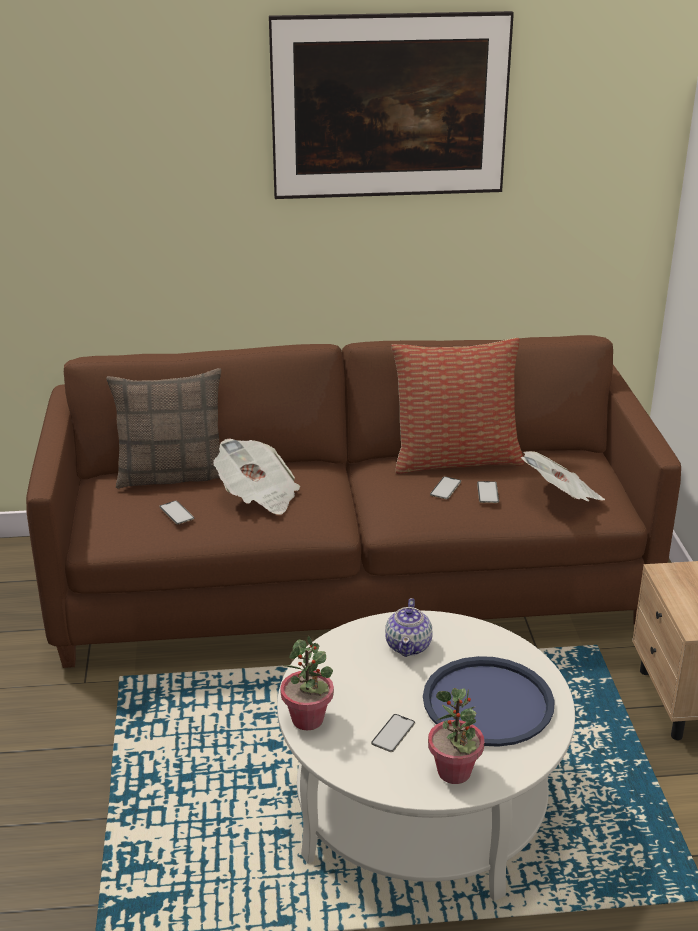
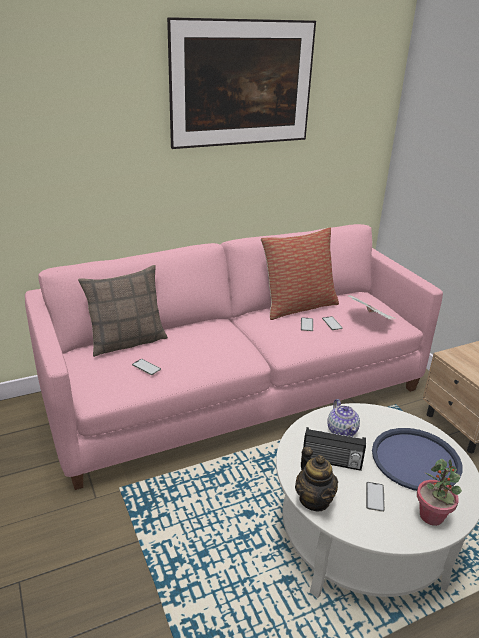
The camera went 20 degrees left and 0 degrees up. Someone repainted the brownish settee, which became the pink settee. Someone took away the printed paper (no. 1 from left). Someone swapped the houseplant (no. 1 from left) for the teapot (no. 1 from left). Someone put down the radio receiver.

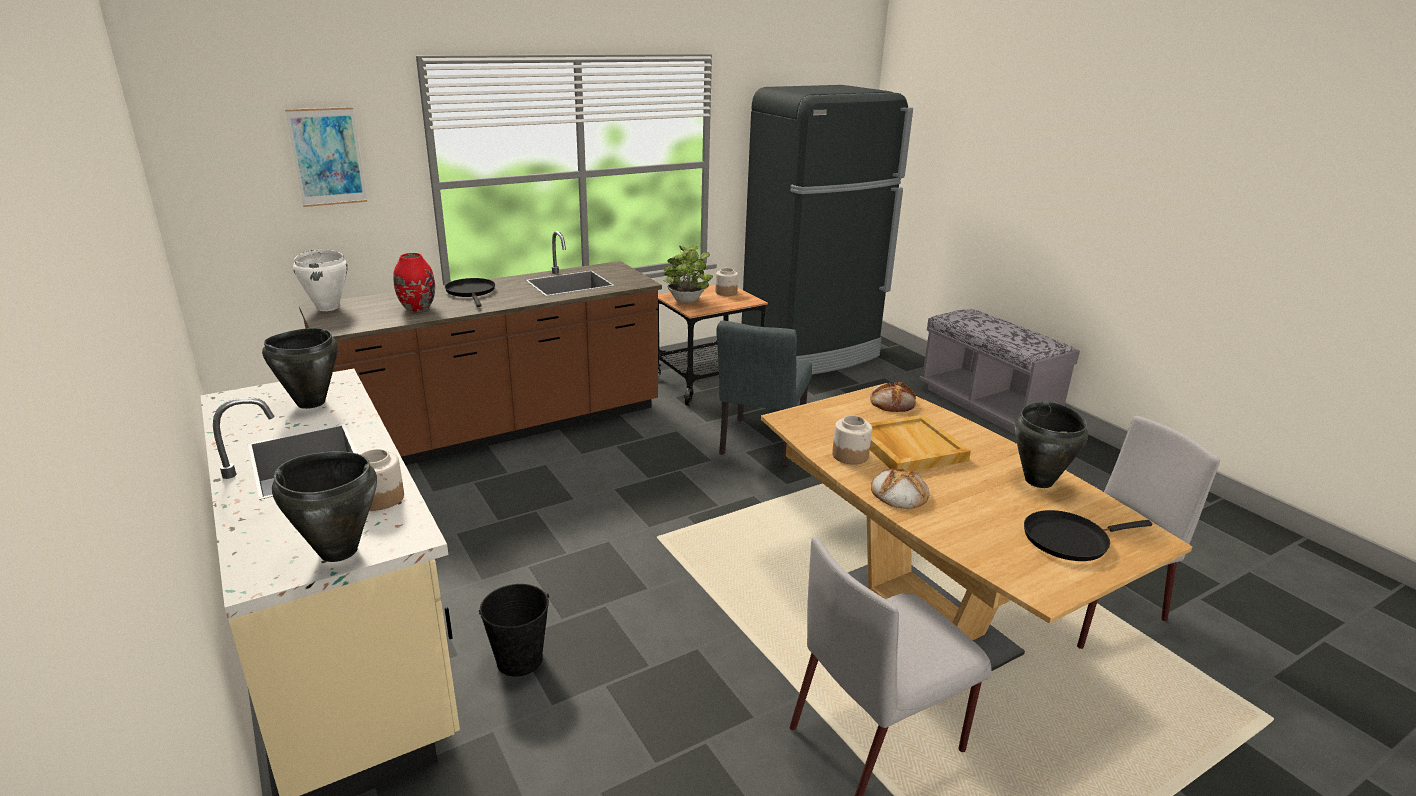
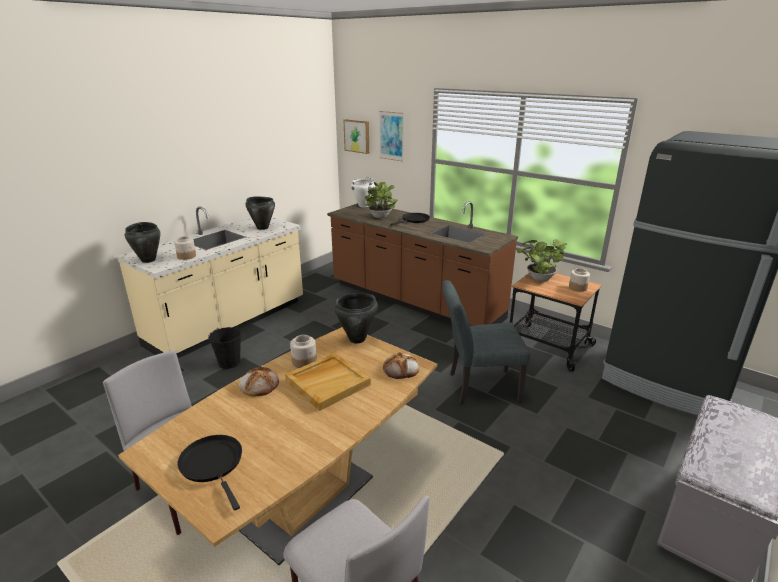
The camera went 70 degrees right and 0 degrees up. Someone swapped the reddish vase for the houseplant (no. 1 from left). Someone carried the black-coloured stockpot (no. 3 from left). Someone put up the wall picture (no. 1 from left).

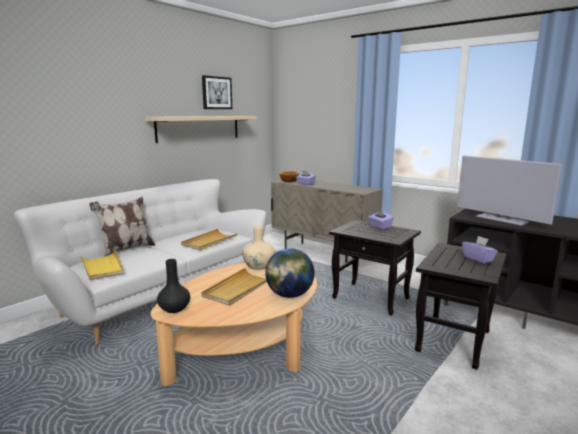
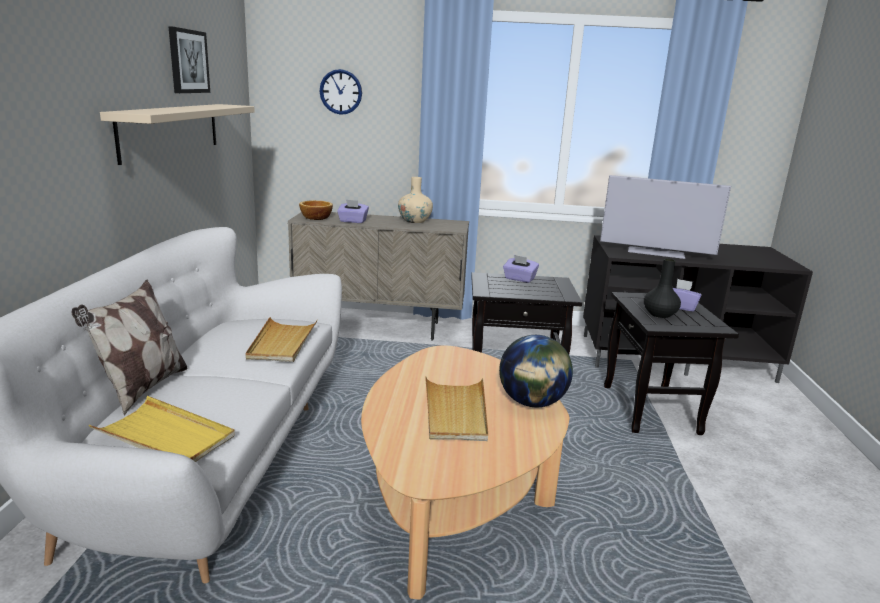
The camera went 35 degrees left and 5 degrees up. Someone carried the sand-coloured vase. Someone carried the black-coloured vase. Someone put up the hanging clock.

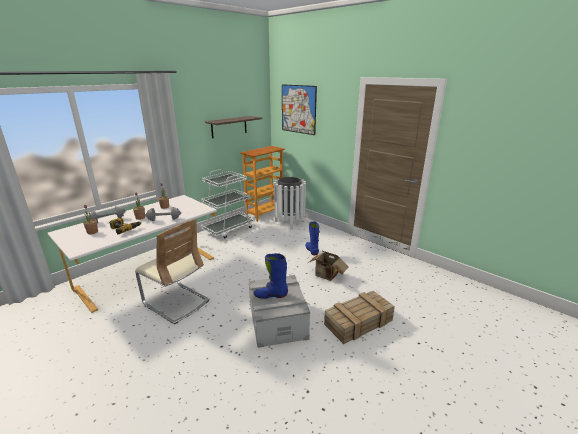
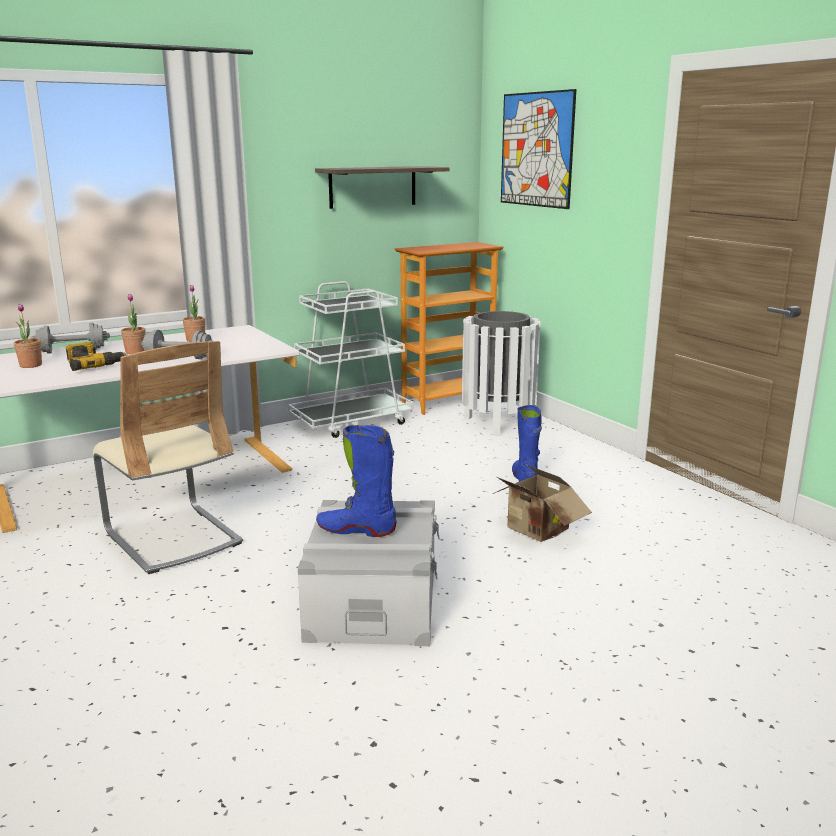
The camera went 15 degrees right and 5 degrees down. Someone took away the crate.

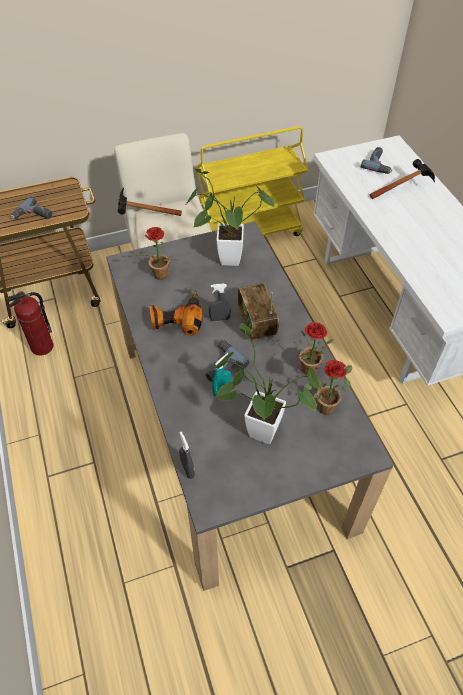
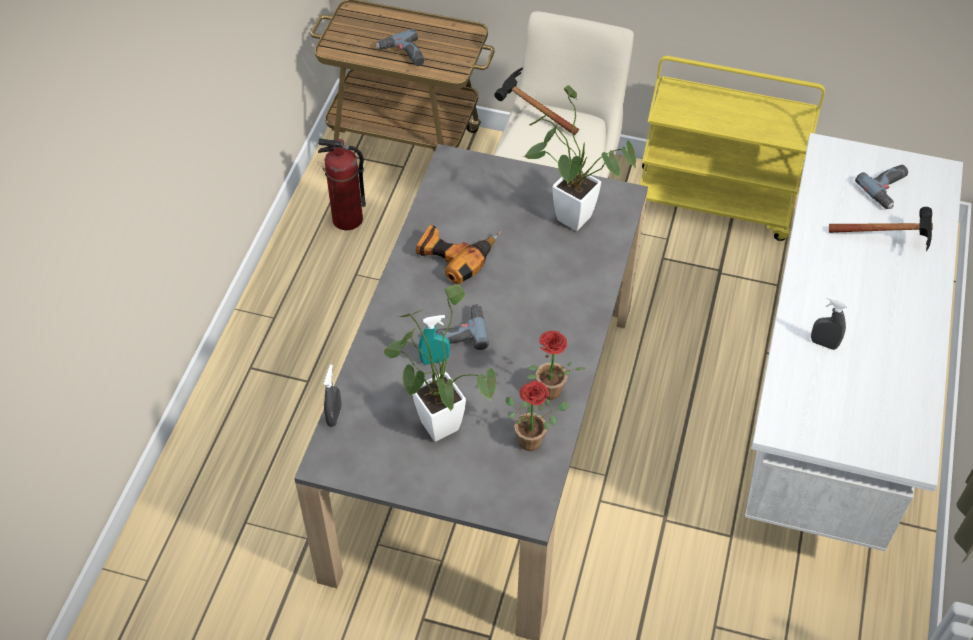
The camera went 35 degrees right and 0 degrees up. Someone took away the houseplant (no. 1 from left). Someone carried the gray sprayer (no. 2 from left). Someone took away the radio receiver.

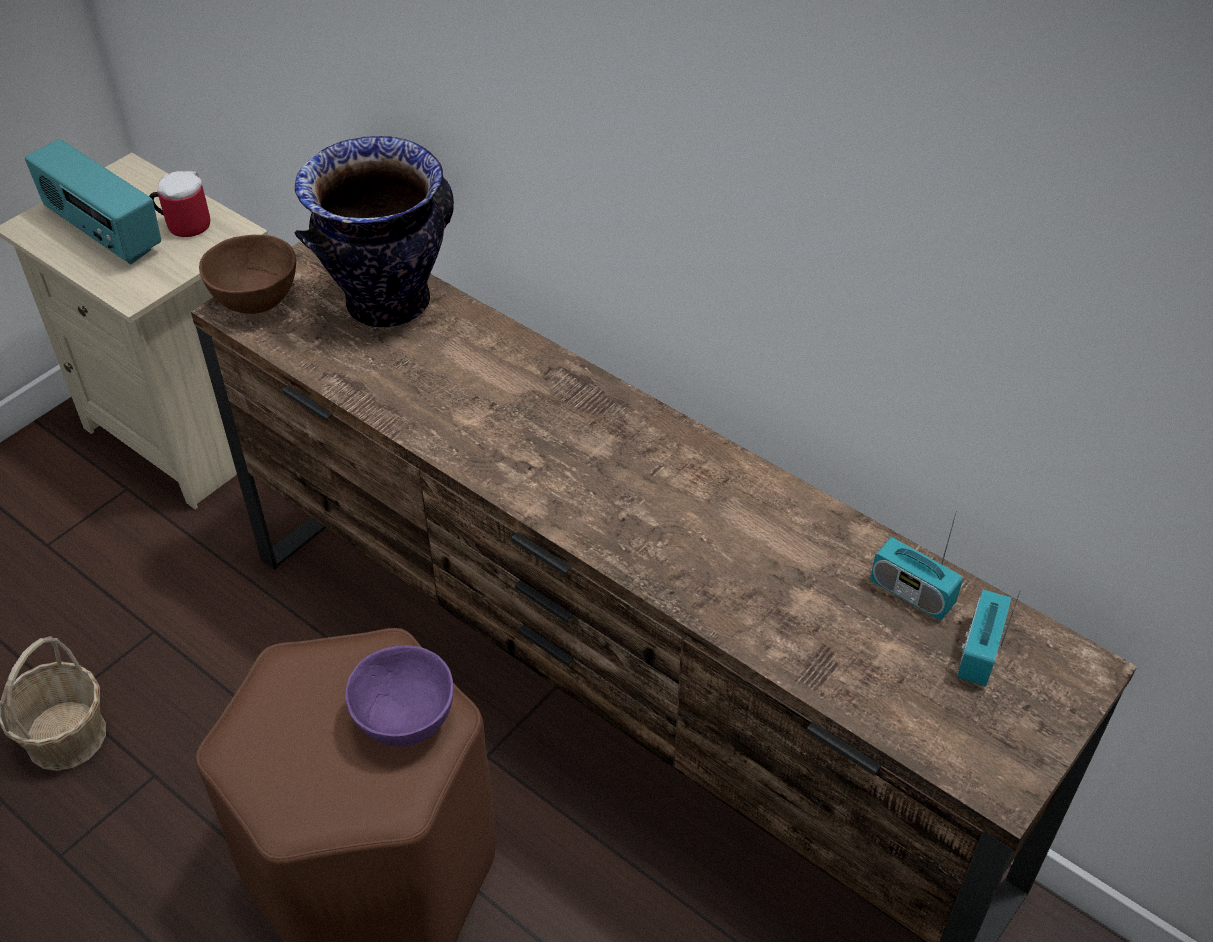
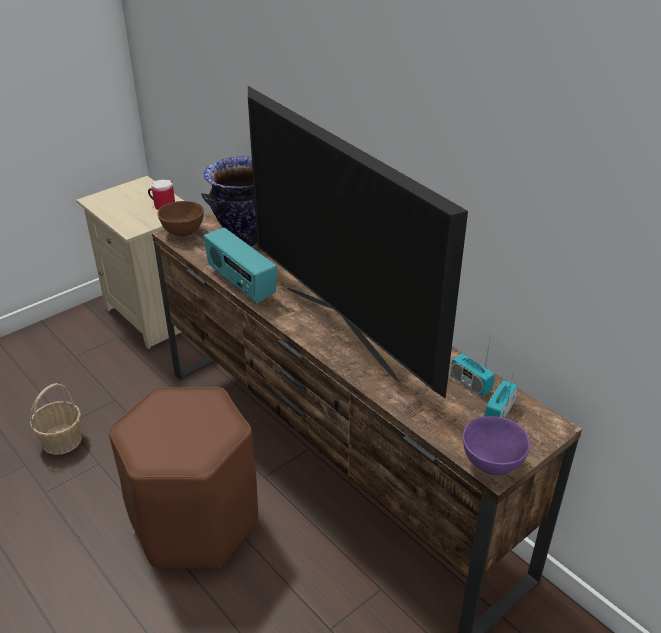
The camera went 10 degrees right and 10 degrees down. Someone carried the radio receiver (no. 1 from left). Someone carried the purple deep dish. Someone put down the TV set.

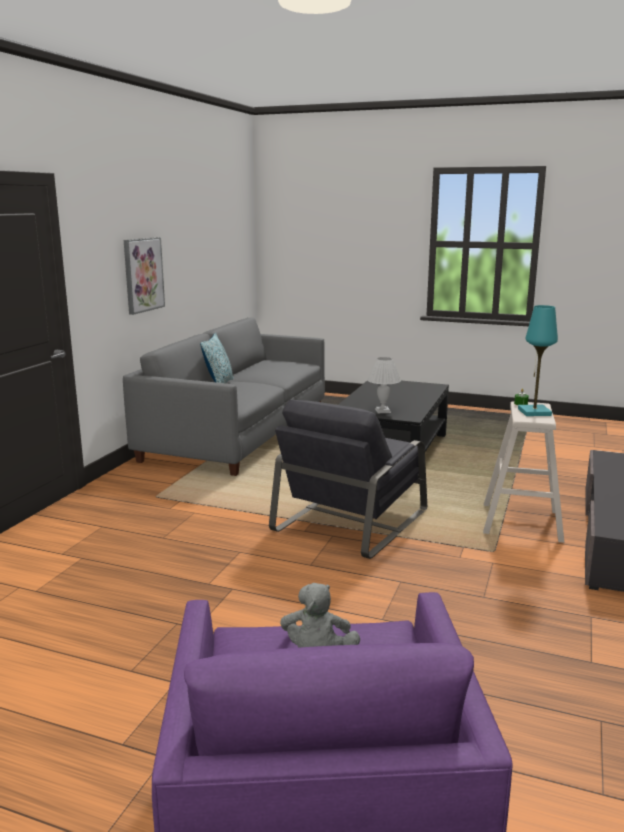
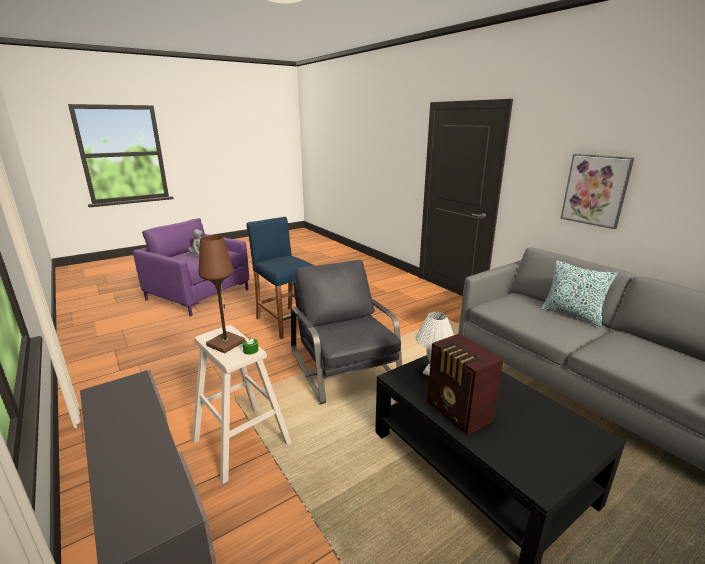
The camera went 125 degrees right and 5 degrees up. Someone repainted the turquoise-coloured table lamp, which became the brownish table lamp. Someone put down the bluish stool seat. Someone put down the radio receiver.

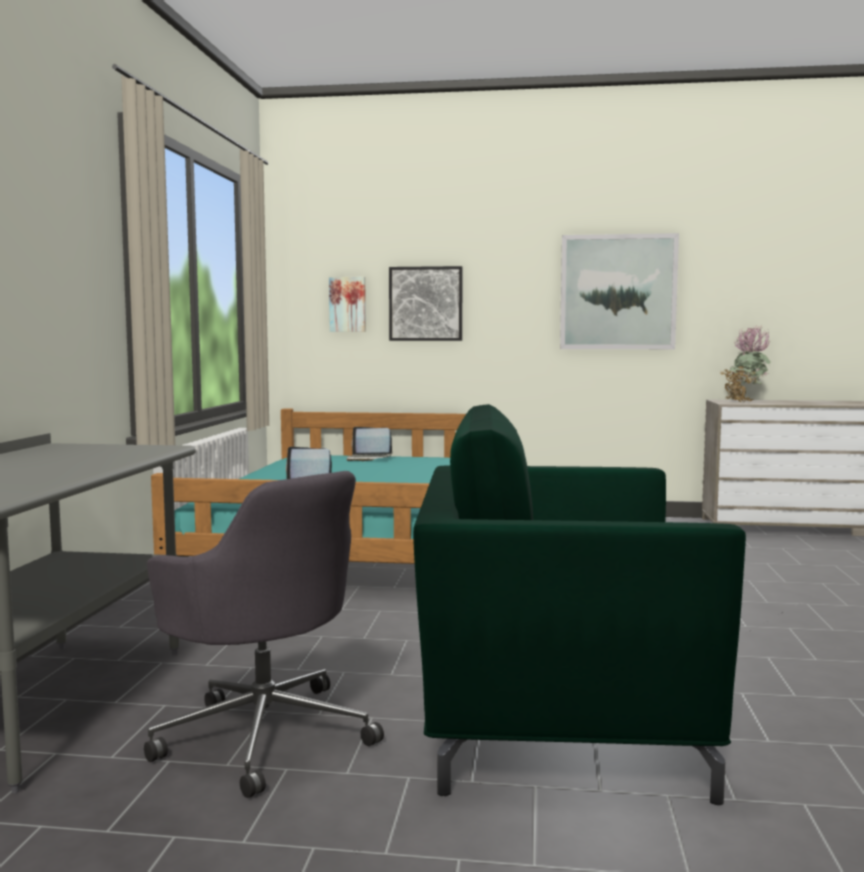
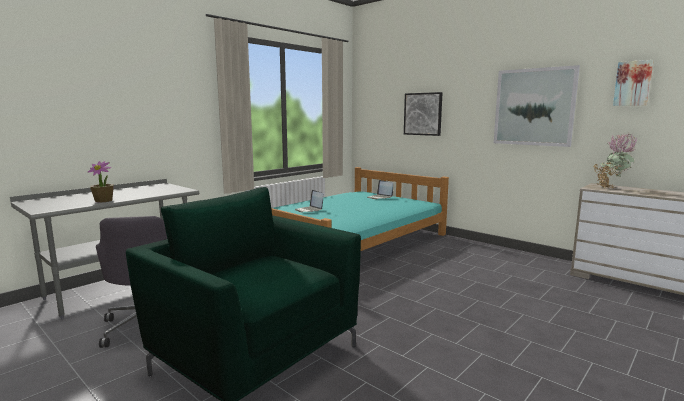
The camera went 35 degrees right and 5 degrees up. Someone carried the wall picture (no. 1 from left in the first image). Someone put down the houseplant (no. 1 from left).

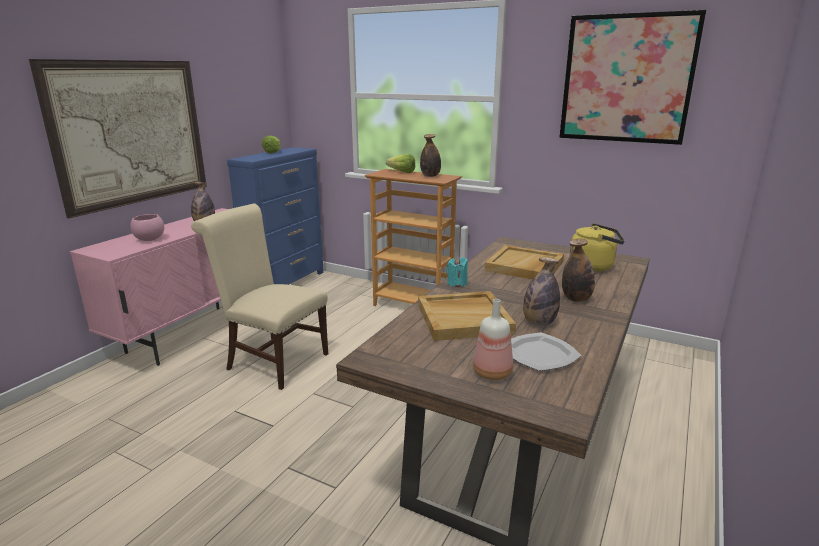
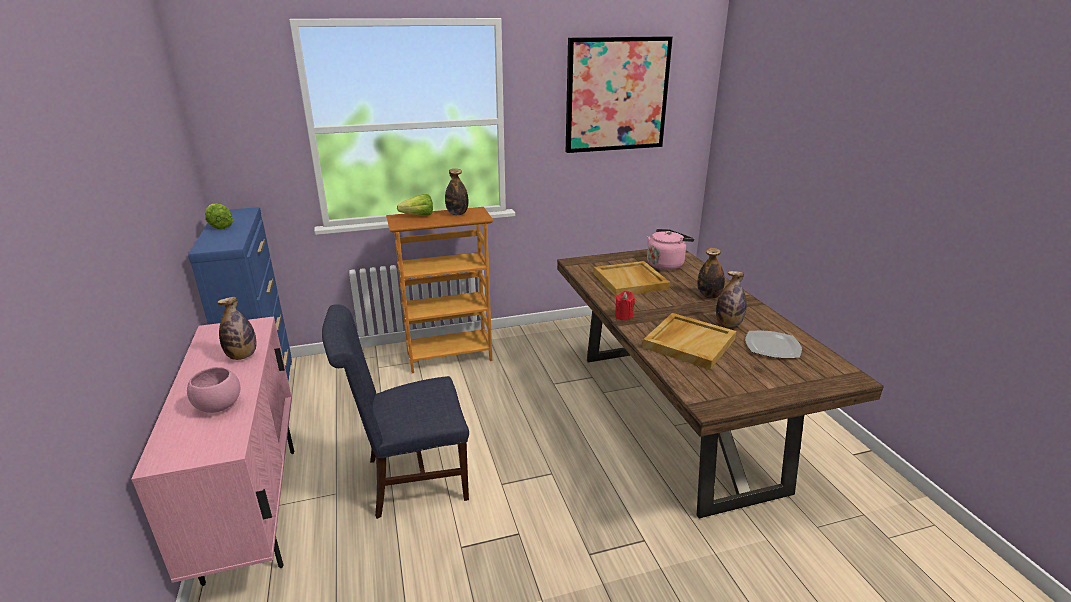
The camera went 45 degrees left and 5 degrees up. Someone took away the wall picture (no. 1 from left). Someone repainted the sand-coloured chair, which became the bluish chair. Someone repainted the yellow-coloured tea kettle, which became the pink tea kettle. Someone repainted the turquoise-coloured candle, which became the reddish candle. Someone took away the drink bottle (no. 3 from left).

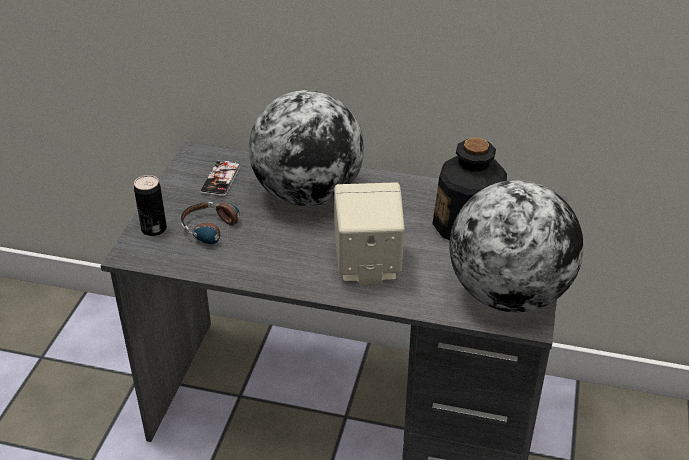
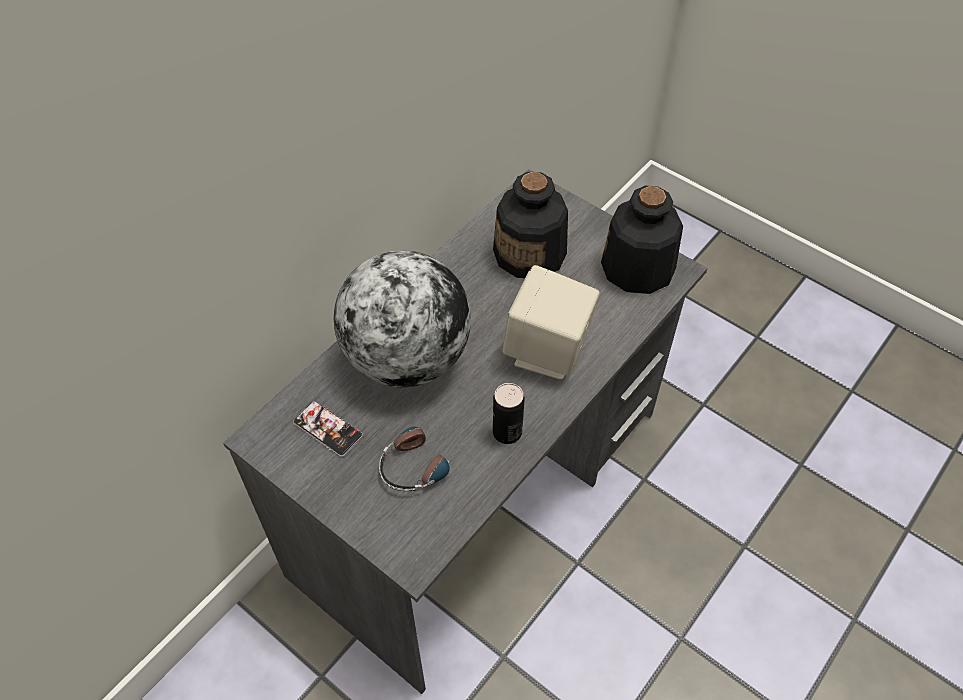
The camera went 65 degrees left and 15 degrees up. Someone carried the can. Someone swapped the globe (no. 2 from left) for the drink bottle (no. 2 from left).

